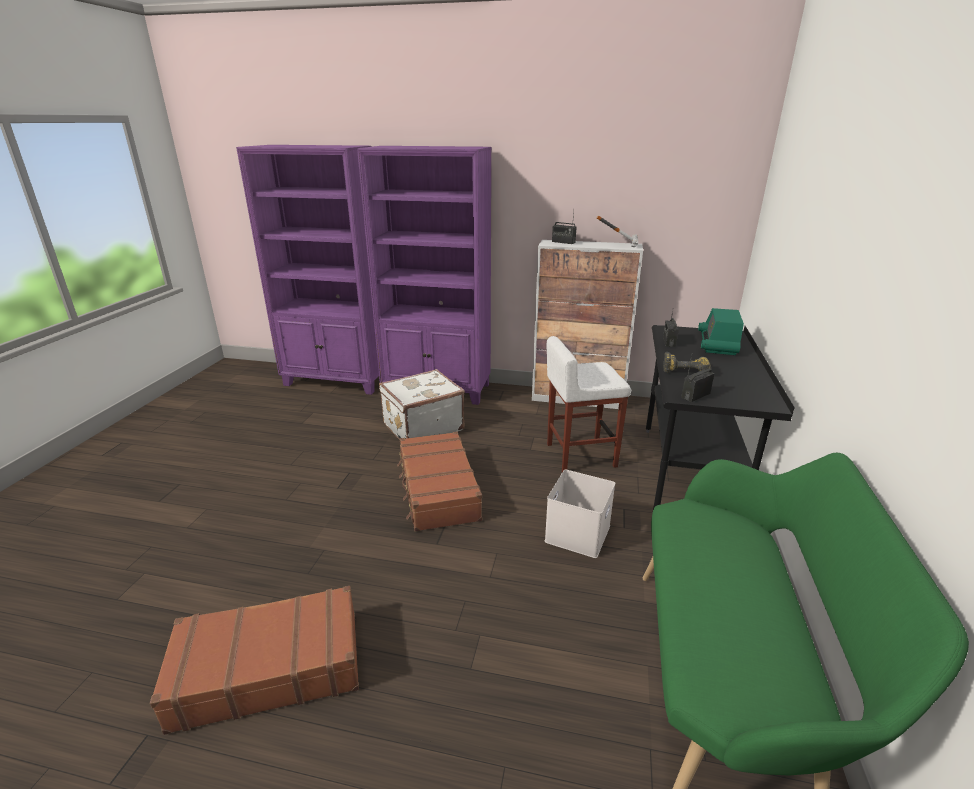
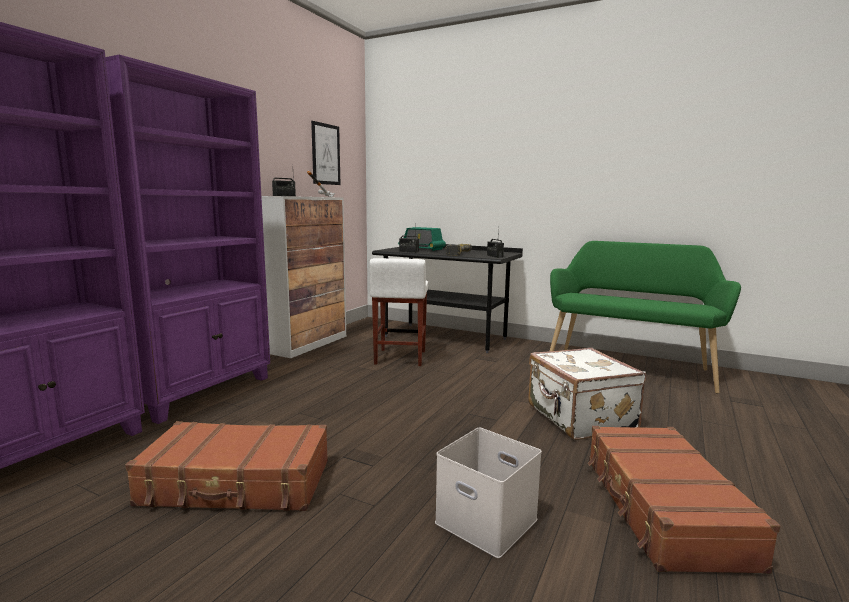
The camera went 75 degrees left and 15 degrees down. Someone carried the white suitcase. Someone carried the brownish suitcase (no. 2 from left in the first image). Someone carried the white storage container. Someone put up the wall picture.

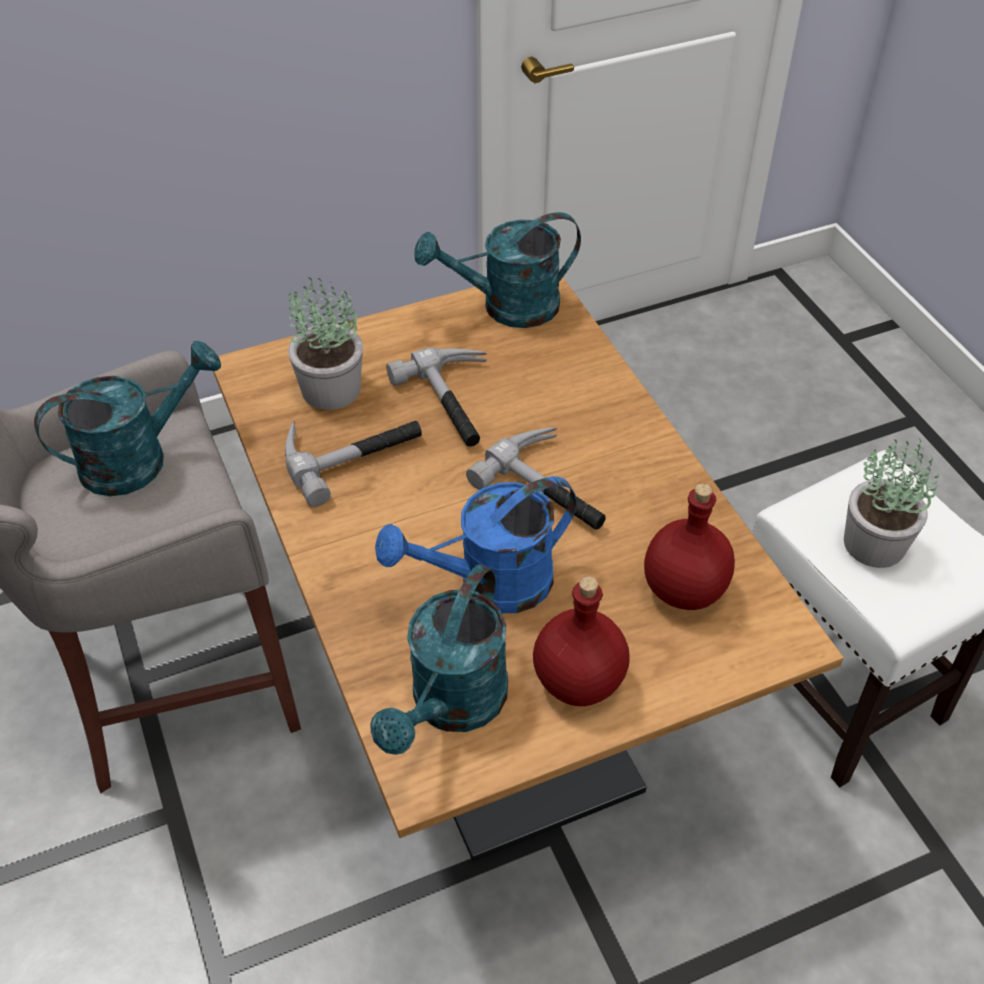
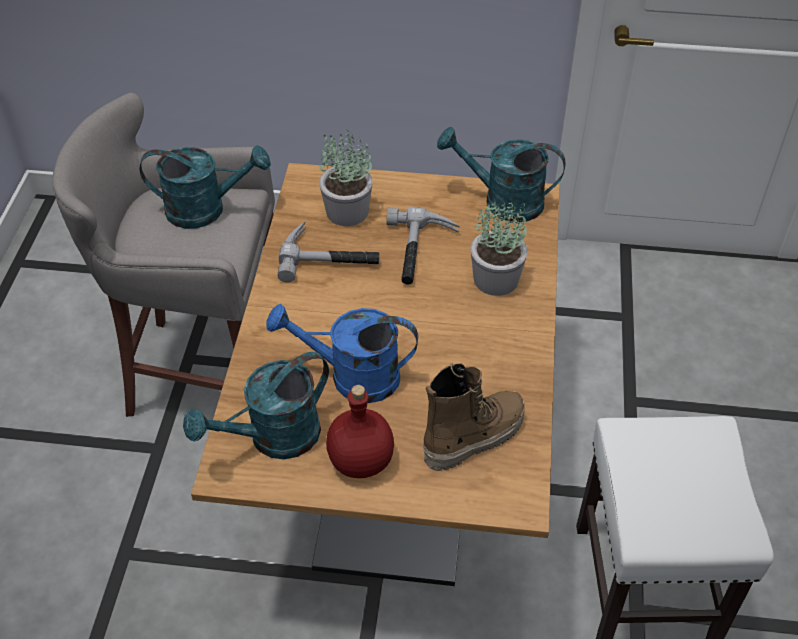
The camera went 30 degrees right and 0 degrees up. Someone took away the hammer (no. 3 from left). Someone carried the houseplant (no. 2 from left). Someone swapped the reddish drink bottle (no. 2 from left) for the boot.

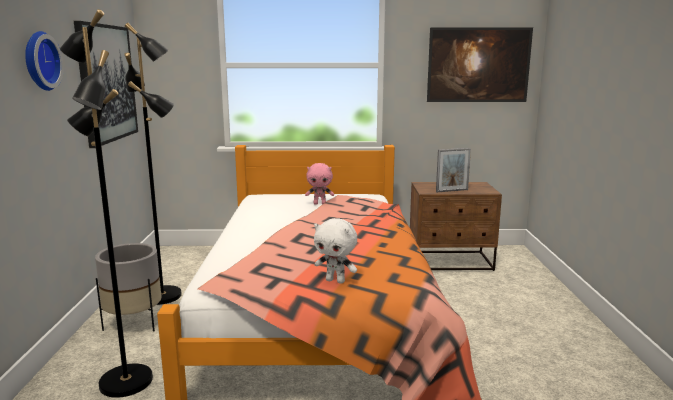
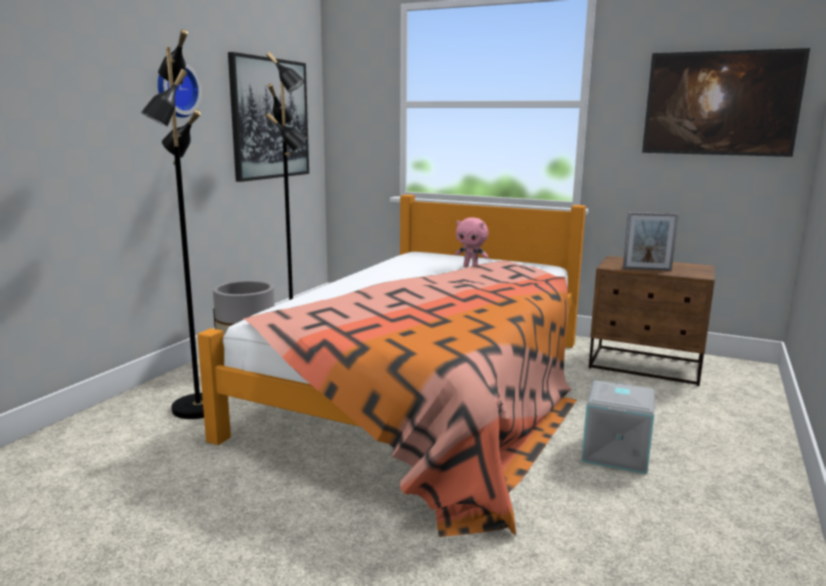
The camera went 25 degrees right and 0 degrees up. Someone took away the white plush toy. Someone put down the gray storage container.

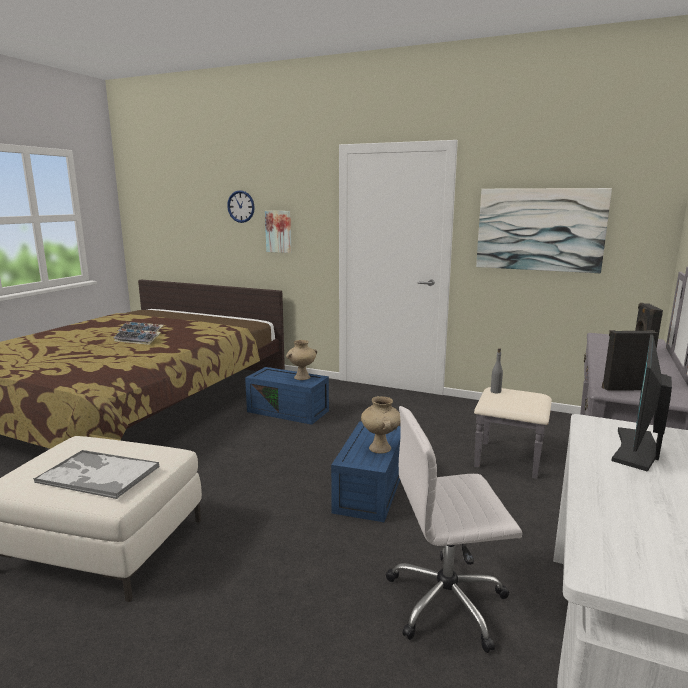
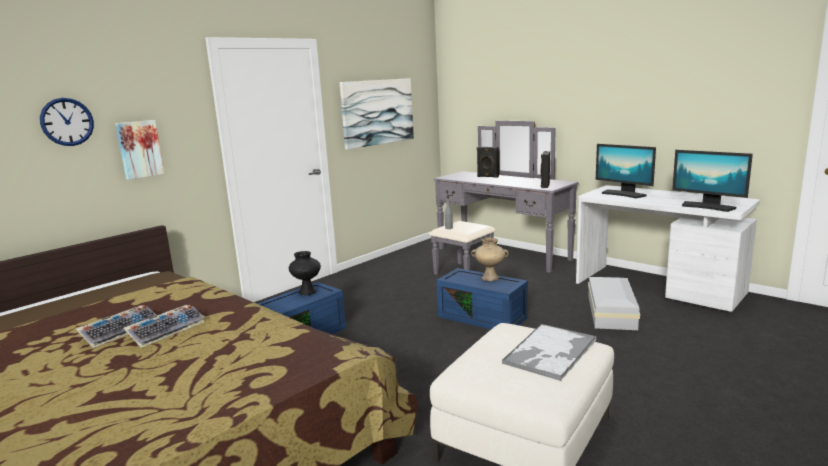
The camera went 70 degrees left and 0 degrees up. Someone repainted the sand-coloured vase (no. 1 from left), which became the black-coloured vase. Someone swapped the white desk chair for the white storage container. Someone put down the computer display (no. 2 from left).

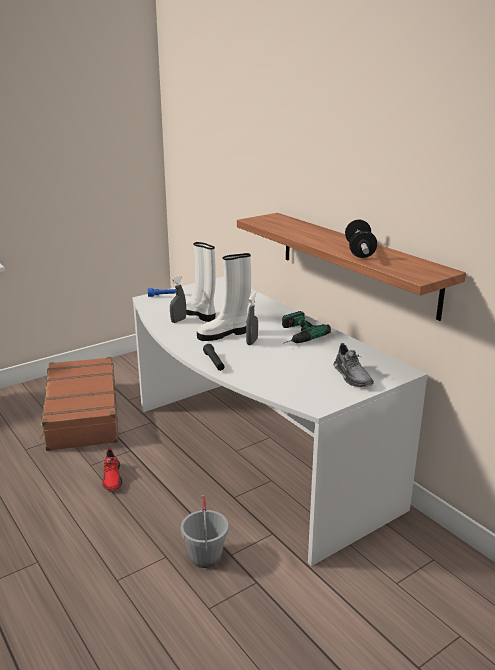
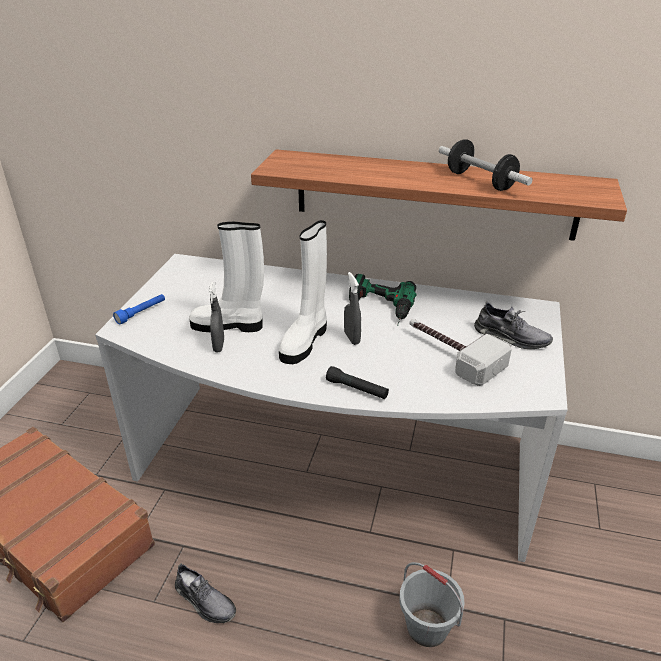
The camera went 40 degrees left and 10 degrees up. Someone repainted the reddish item of footwear, which became the gray item of footwear (no. 1 from left). Someone put down the hammer.

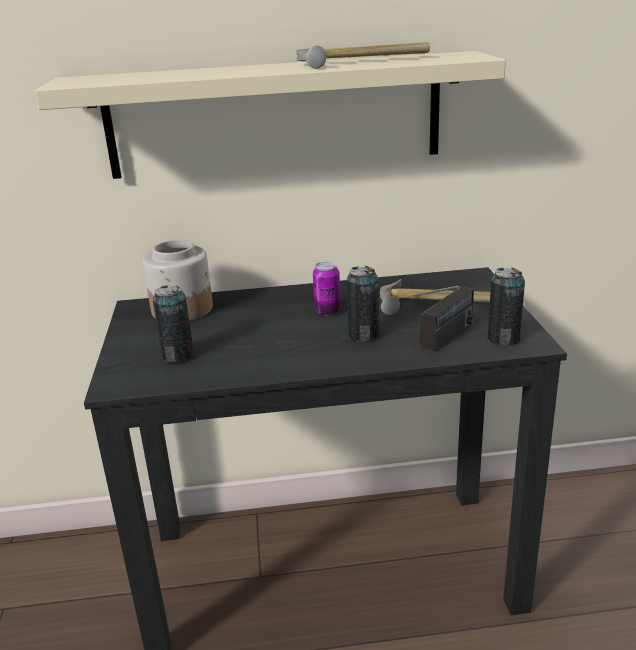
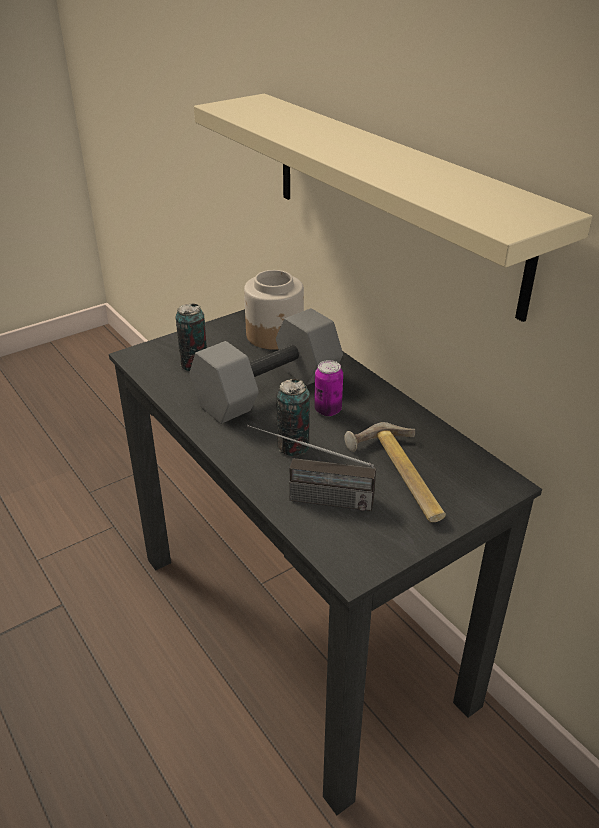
The camera went 60 degrees right and 10 degrees up. Someone took away the hammer (no. 1 from left). Someone took away the can (no. 4 from left). Someone put down the gray free weight.

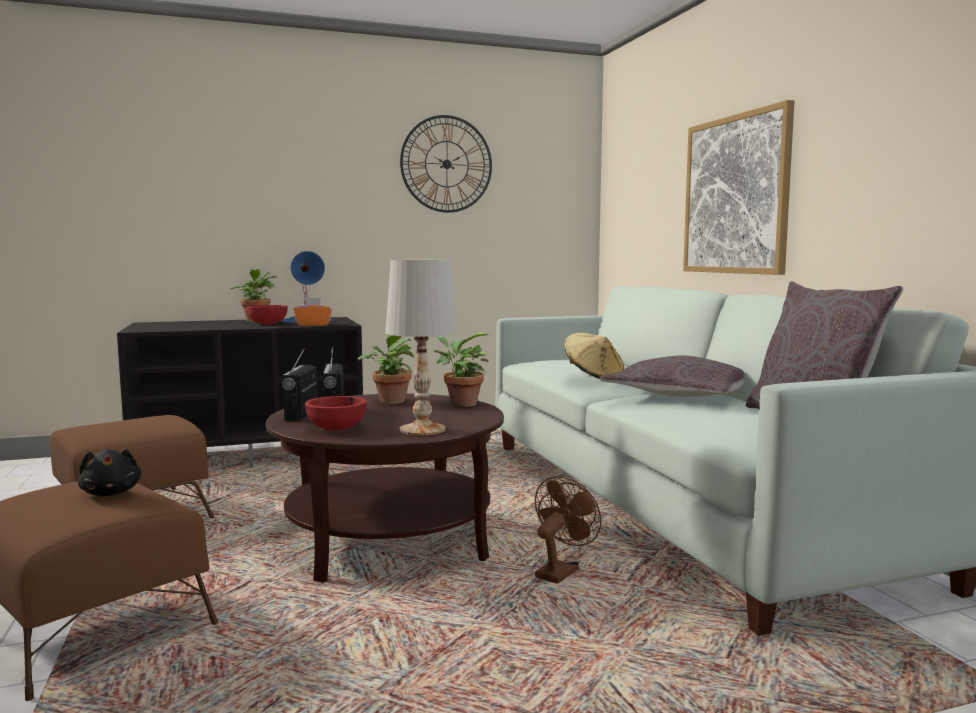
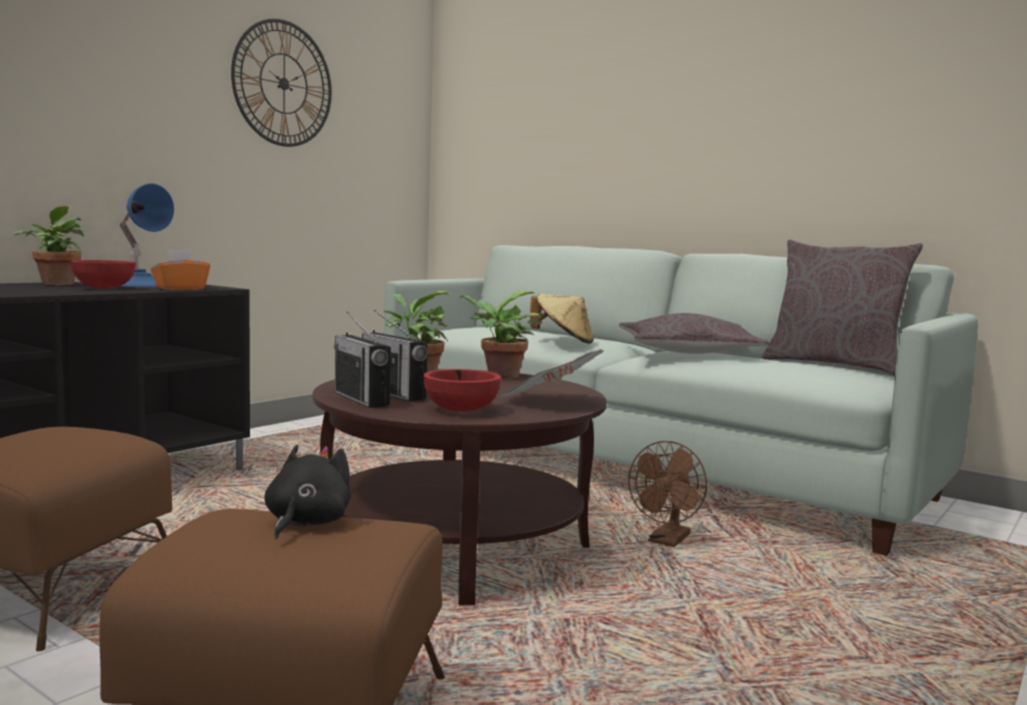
The camera went 35 degrees left and 0 degrees up. Someone took away the wall picture. Someone swapped the white table lamp for the printed paper. Someone rotated the black-coloured plush toy by 105 degrees counterclockwise. Someone rotated the brownish electric fan by 150 degrees counterclockwise.

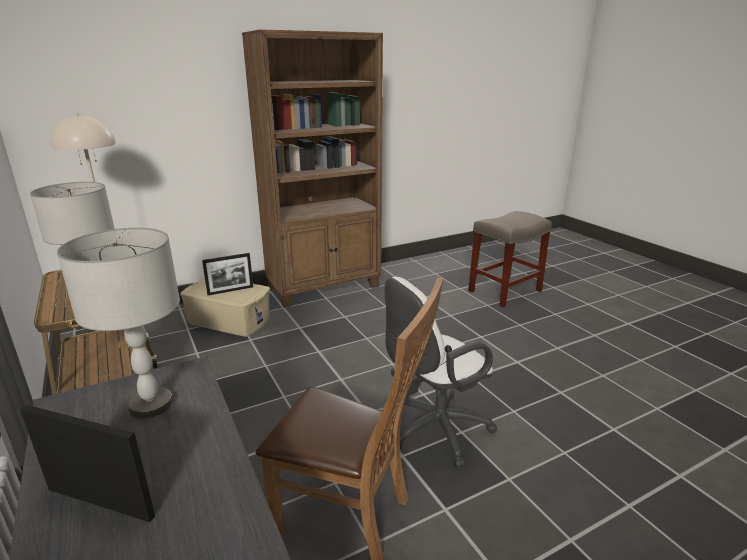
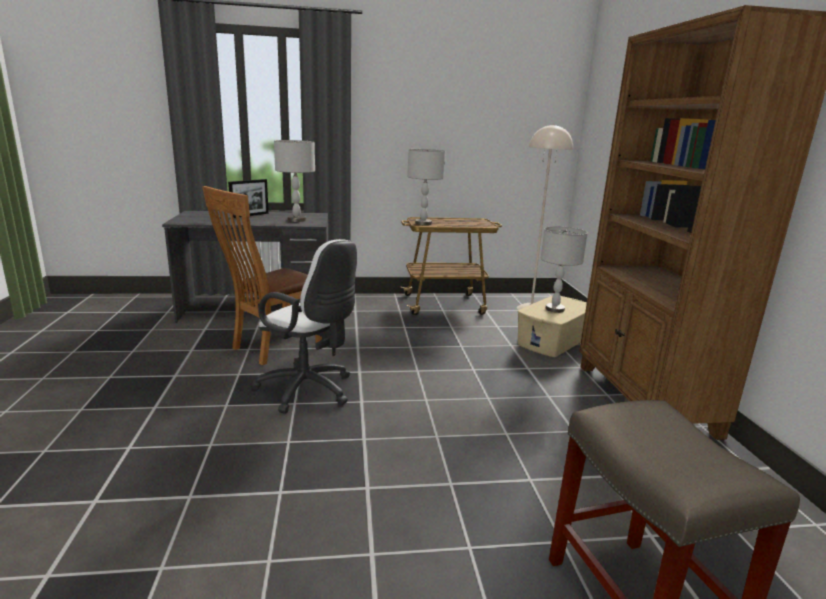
The camera went 110 degrees right and 5 degrees down. Someone swapped the picture frame (no. 2 from left) for the gray table lamp (no. 3 from left). Someone rotated the white desk chair by 135 degrees clockwise.

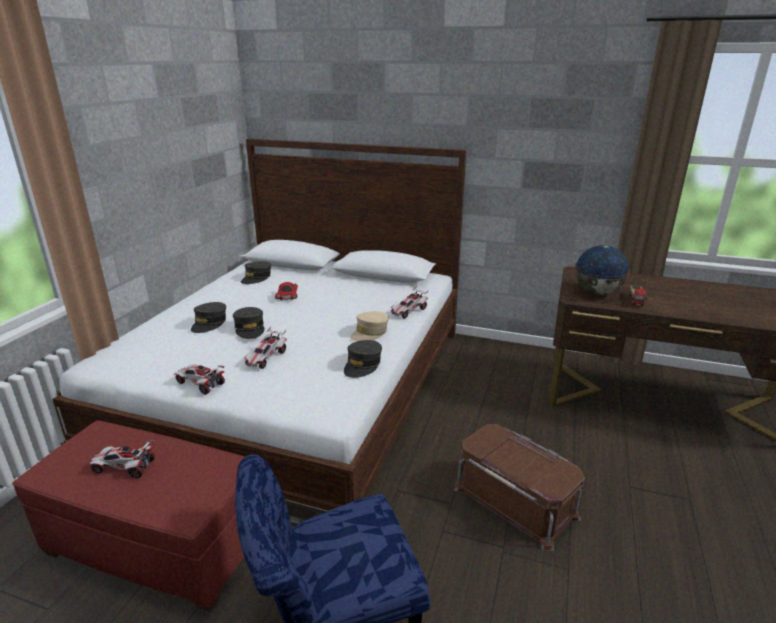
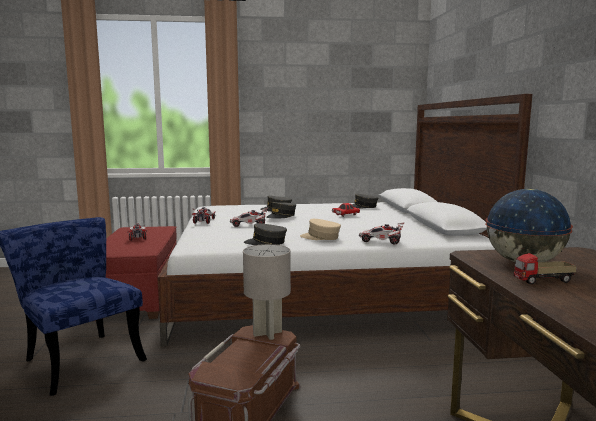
The camera went 65 degrees right and 15 degrees down. Someone put down the gray table lamp.

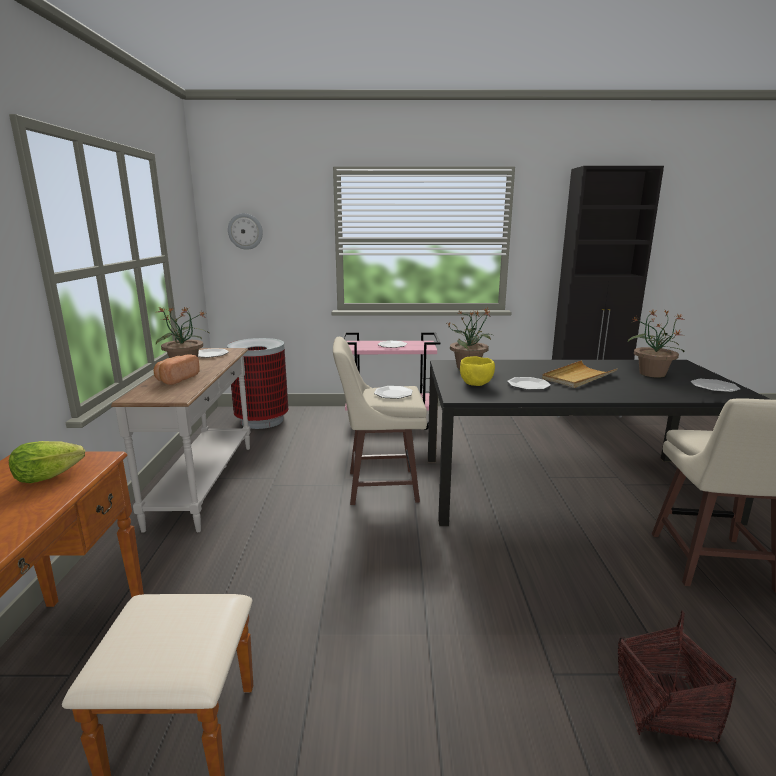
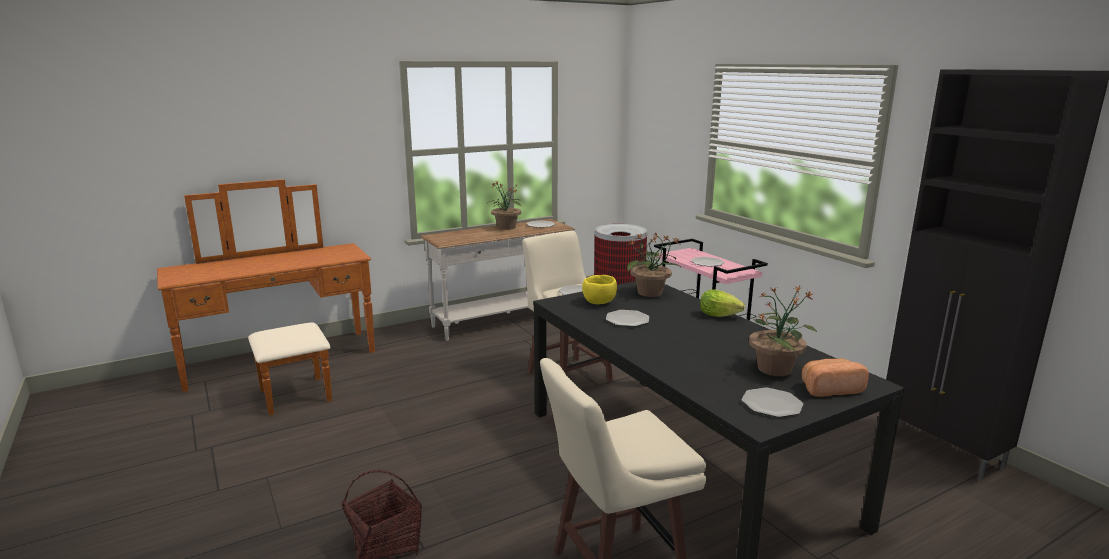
The camera went 60 degrees right and 0 degrees up. Someone took away the hanging clock. Someone carried the bread. Someone took away the sand-coloured carrying tray. Someone carried the head of lettuce.

